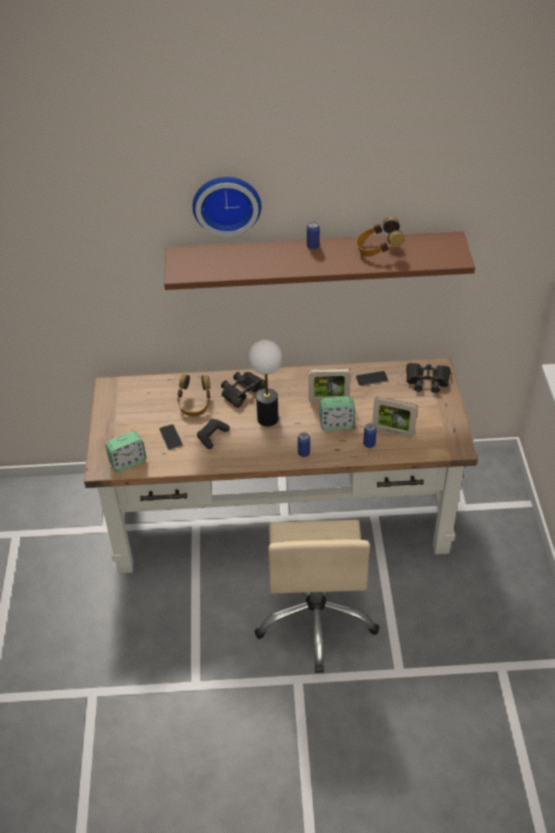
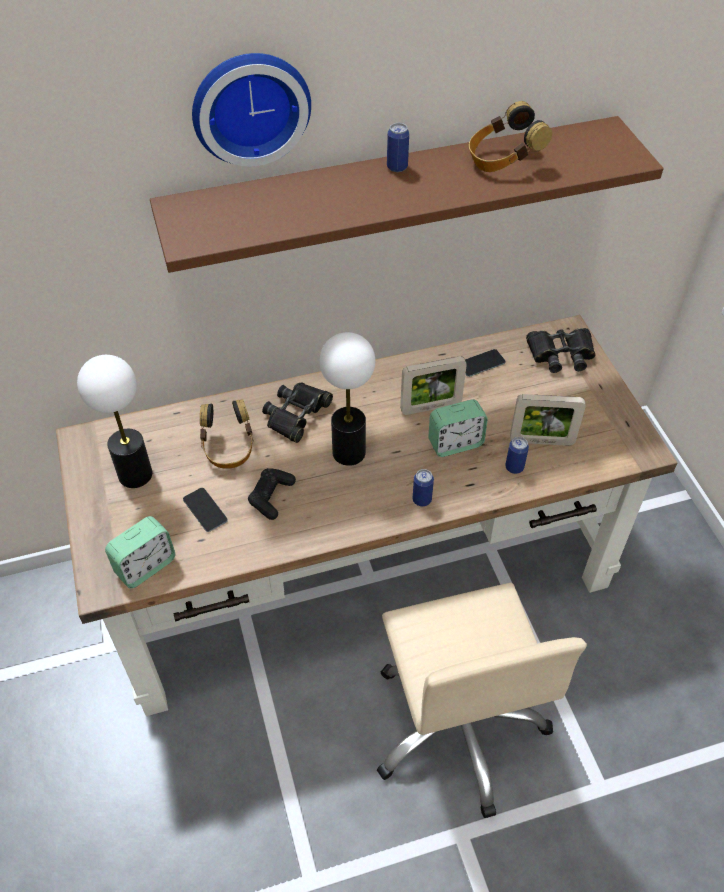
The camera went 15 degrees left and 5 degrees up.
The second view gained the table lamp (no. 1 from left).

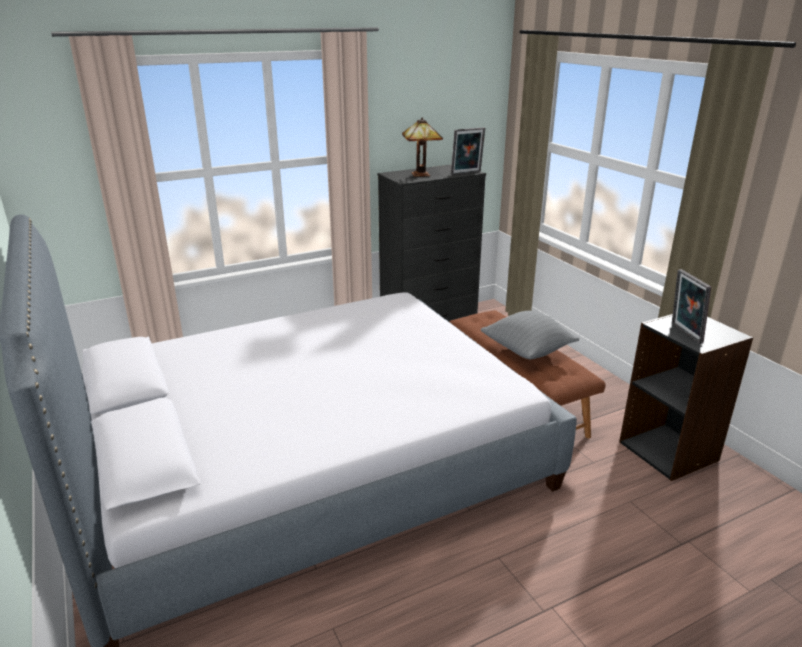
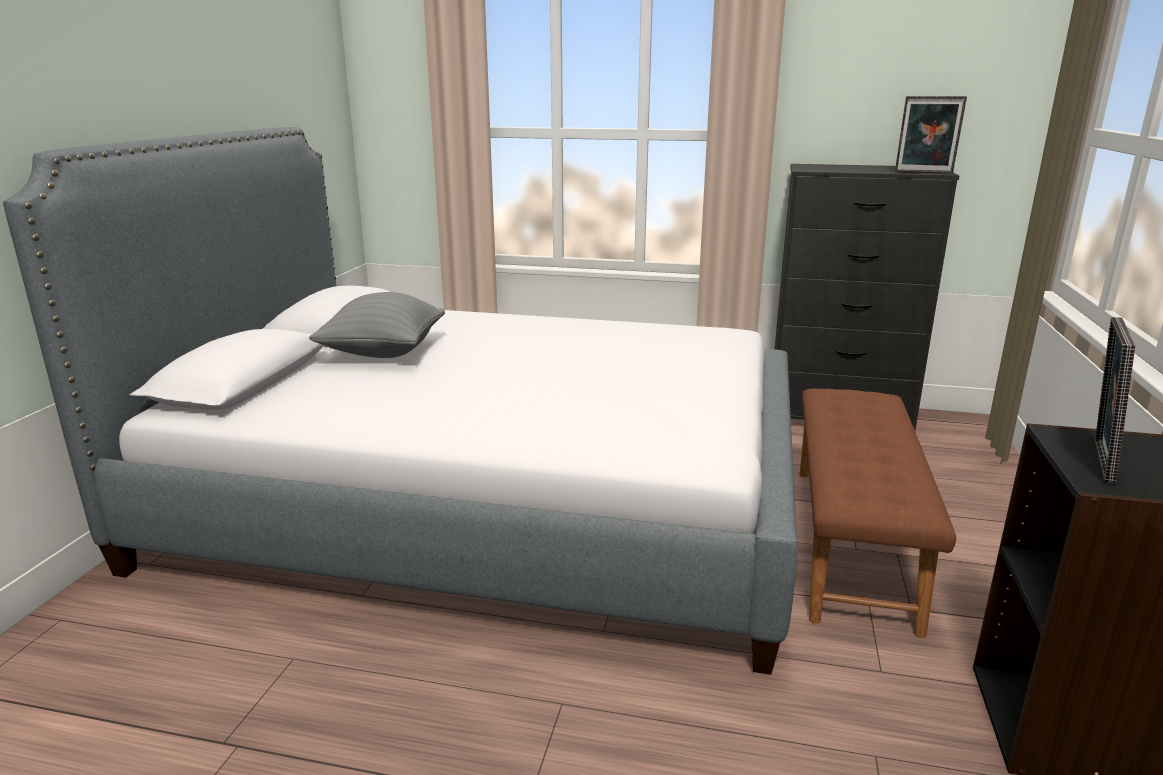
The camera went 40 degrees right and 5 degrees down.
The grey pillow ended up elsewhere.
The second view lost the table lamp.

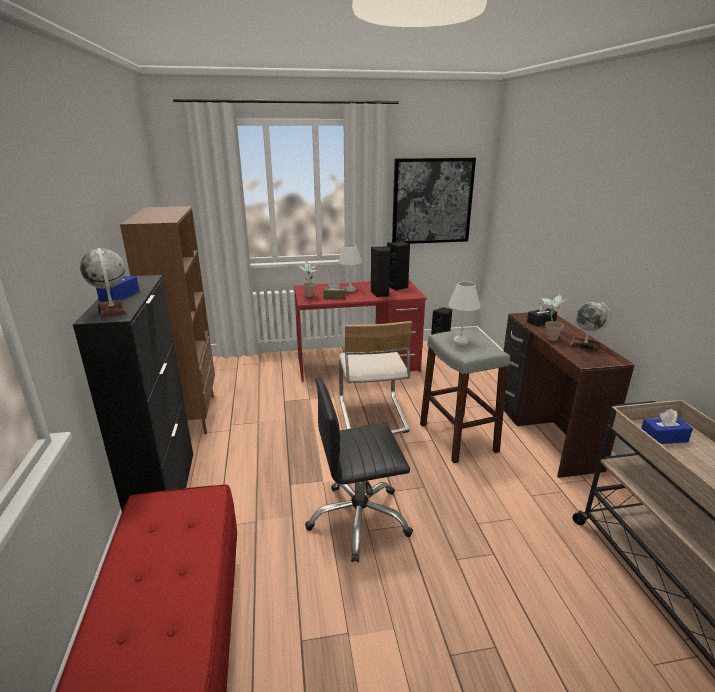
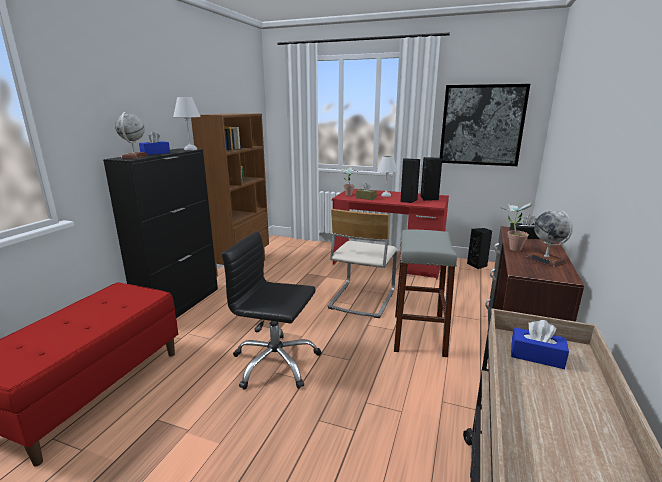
The camera went 30 degrees right and 5 degrees down.
The white table lamp (no. 2 from left in the first image) ended up elsewhere.

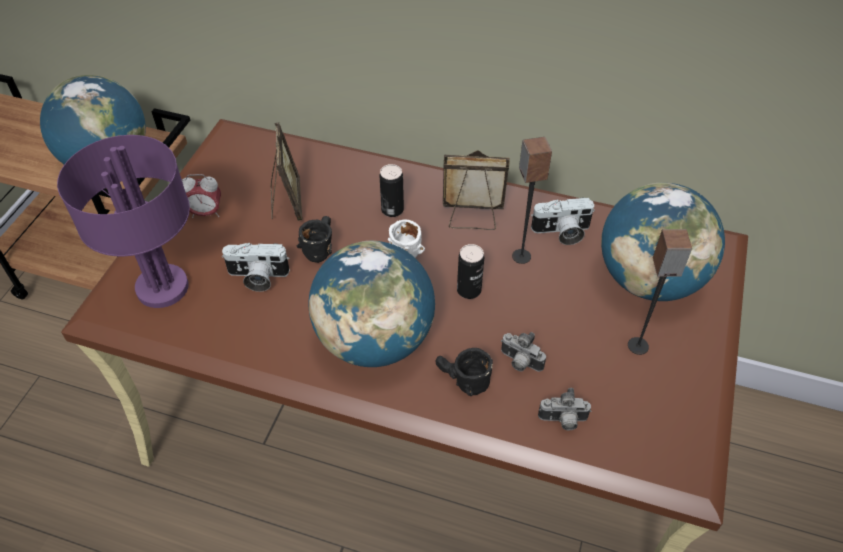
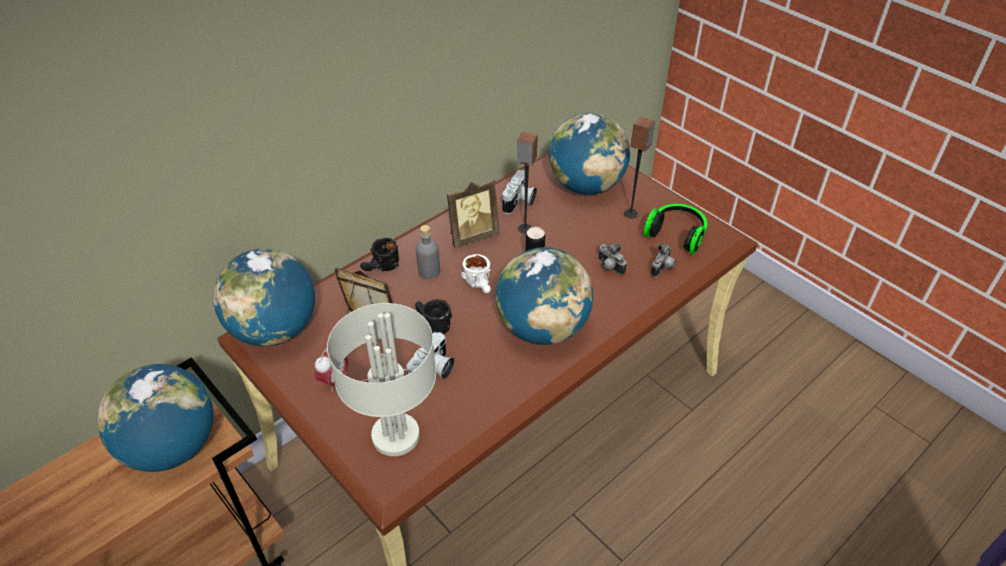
The camera went 60 degrees left and 5 degrees down.
The second view gained the globe (no. 2 from left).
What was the purple table lamp turned into the grey table lamp.
The black mug (no. 2 from left in the first image) ended up elsewhere.
Where the can (no. 1 from left) stood, the grey bottle came to stand.
The picture frame (no. 2 from left) ended up facing another way, 150 degrees counterclockwise from before.
The photo camera (no. 2 from left in the first image) ended up facing another way, 75 degrees clockwise from before.
The second view gained the headphones.

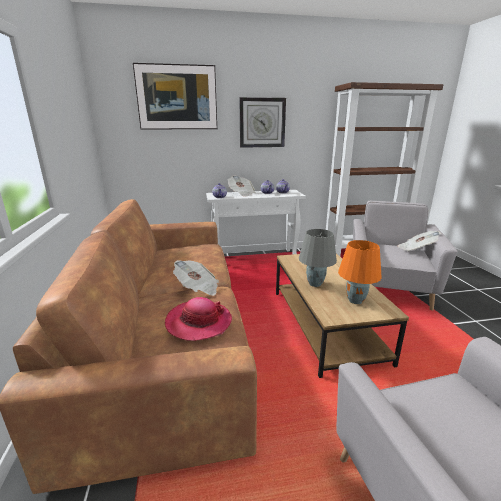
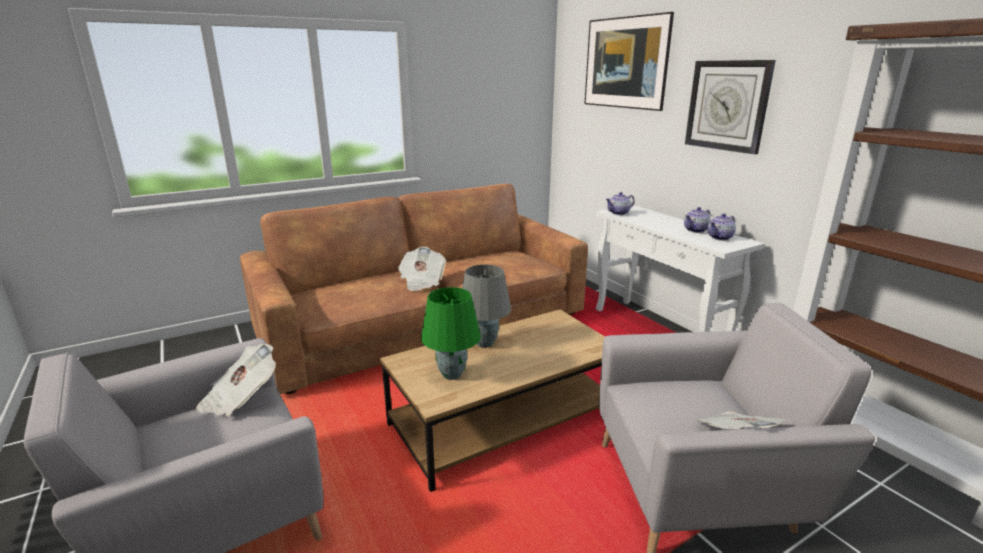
The camera went 70 degrees right and 0 degrees up.
The newspaper (no. 2 from left in the first image) ended up elsewhere.
What was the orange table lamp turned into the green table lamp.
The second view lost the hat.

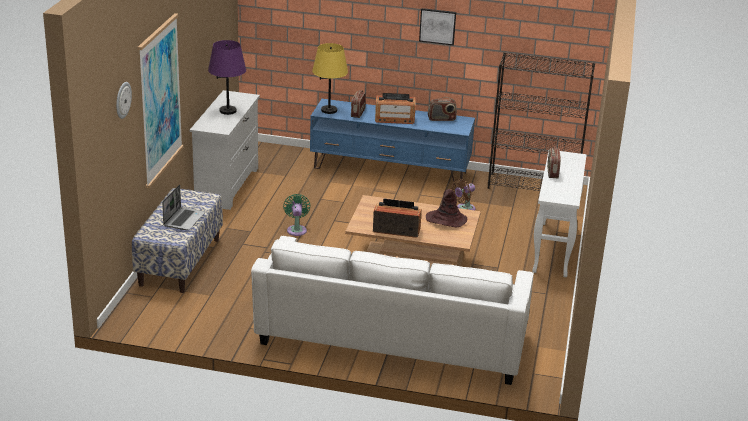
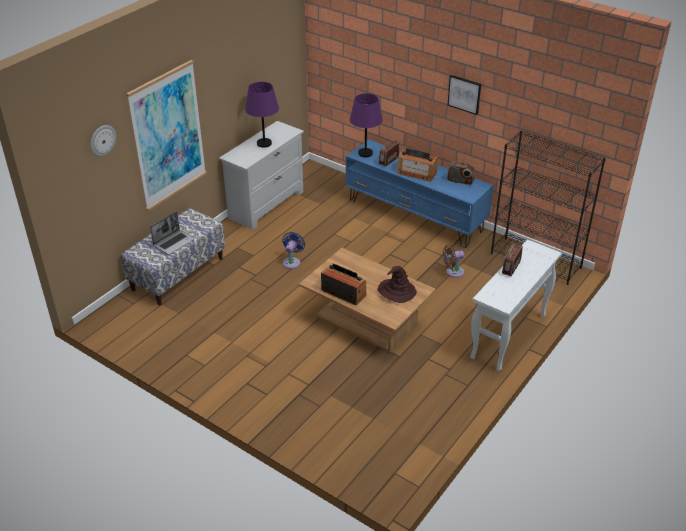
The camera went 25 degrees right and 10 degrees up.
What was the green fan turned into the blue fan.
What was the yellow table lamp turned into the purple table lamp (no. 2 from left).
The second view lost the white sofa.

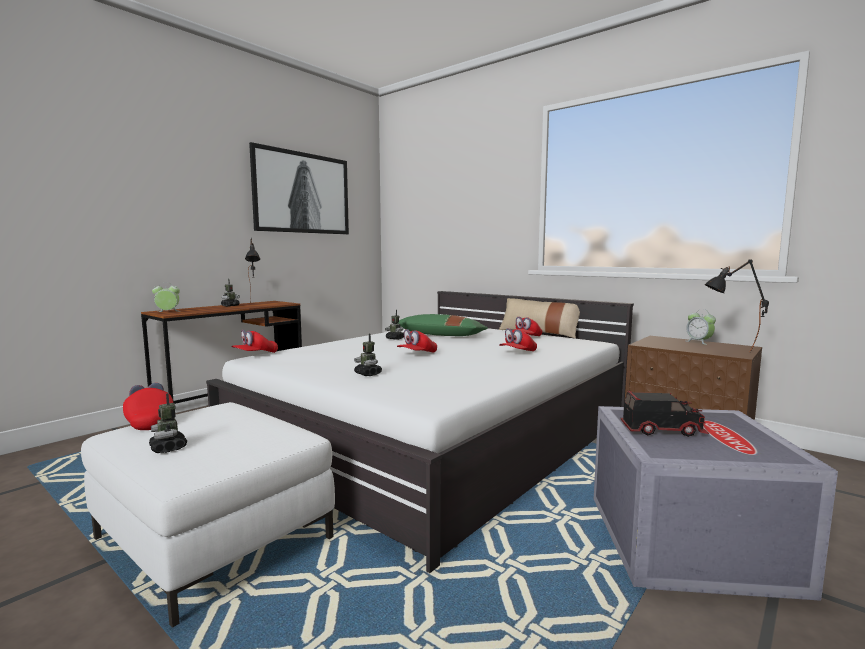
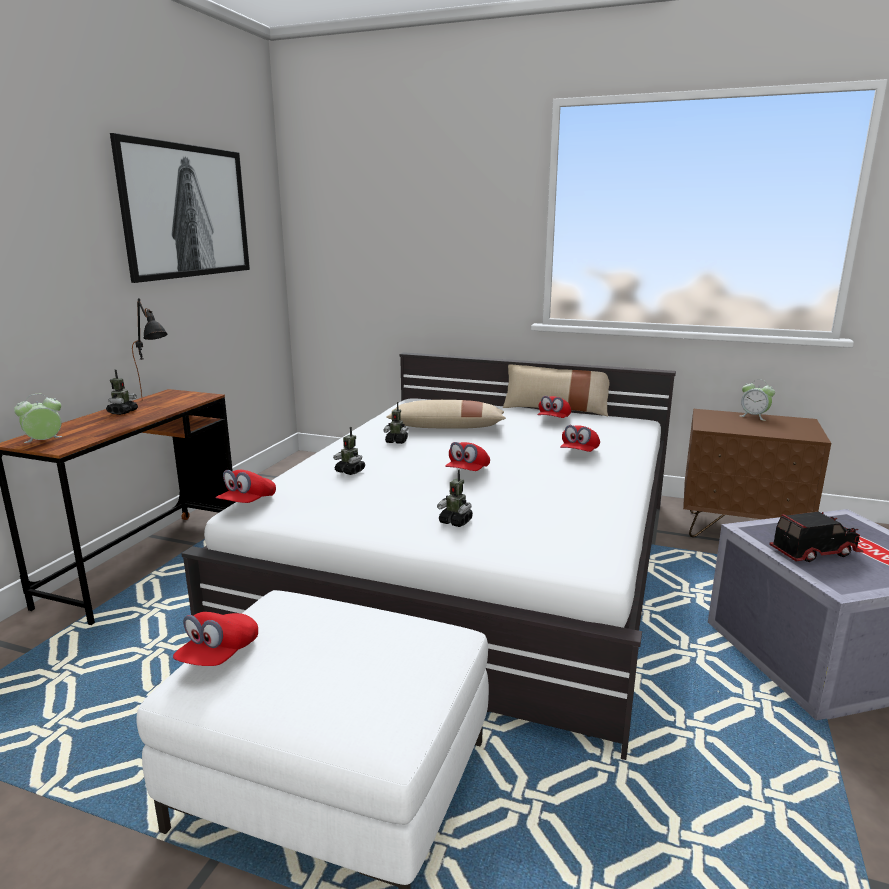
The camera went 20 degrees left and 10 degrees up.
The red cap (no. 1 from left) ended up facing another way, 105 degrees counterclockwise from before.
The toy robot (no. 1 from left in the first image) ended up elsewhere.
What was the green pillow turned into the beige pillow (no. 1 from left).
The second view lost the black table lamp (no. 2 from left).

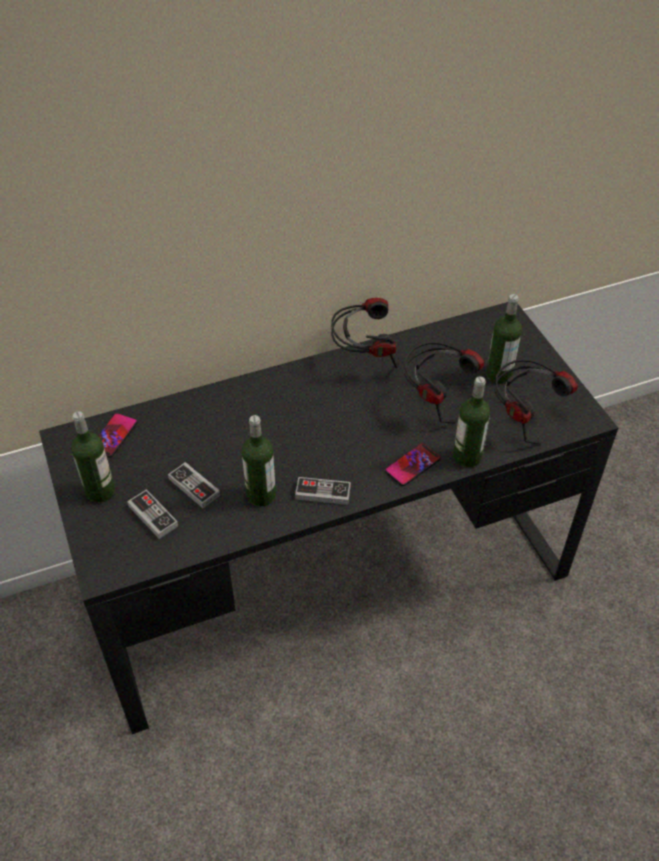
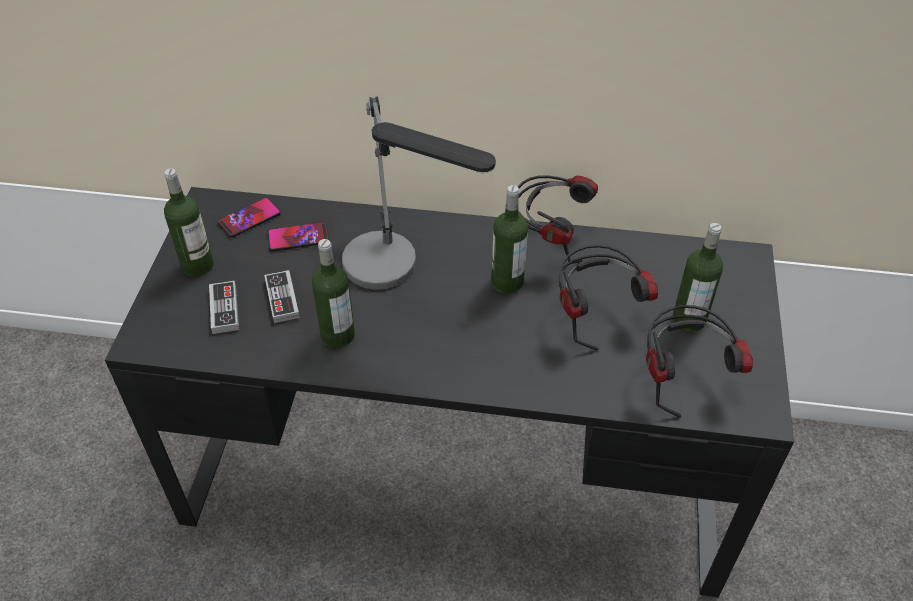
The camera went 30 degrees right and 0 degrees up.
The phone (no. 2 from left) ended up elsewhere.
The second view gained the table lamp.
The bottle (no. 3 from left) ended up elsewhere.
The second view lost the game controller (no. 3 from left).

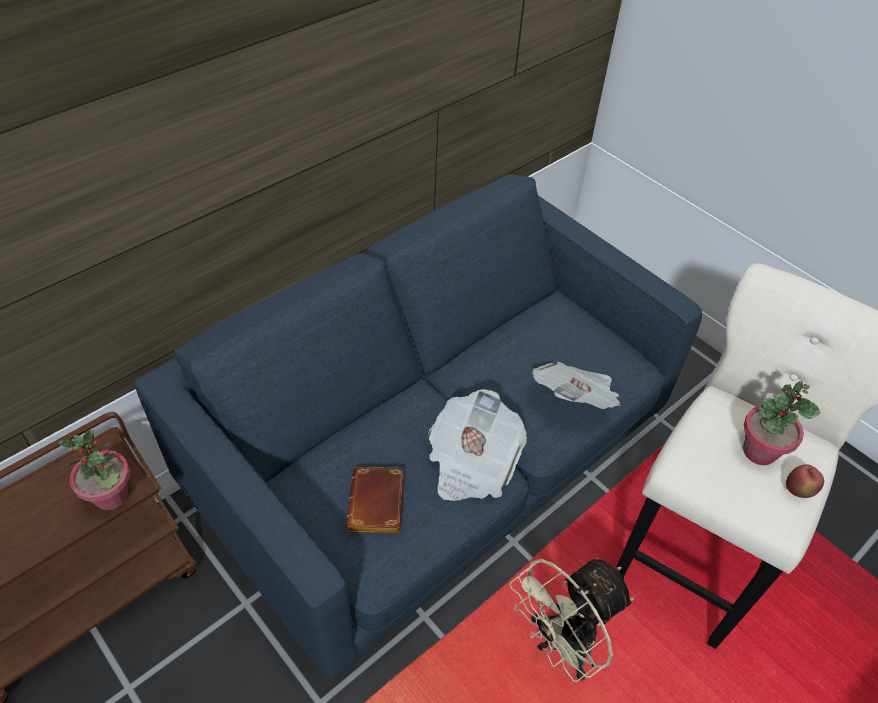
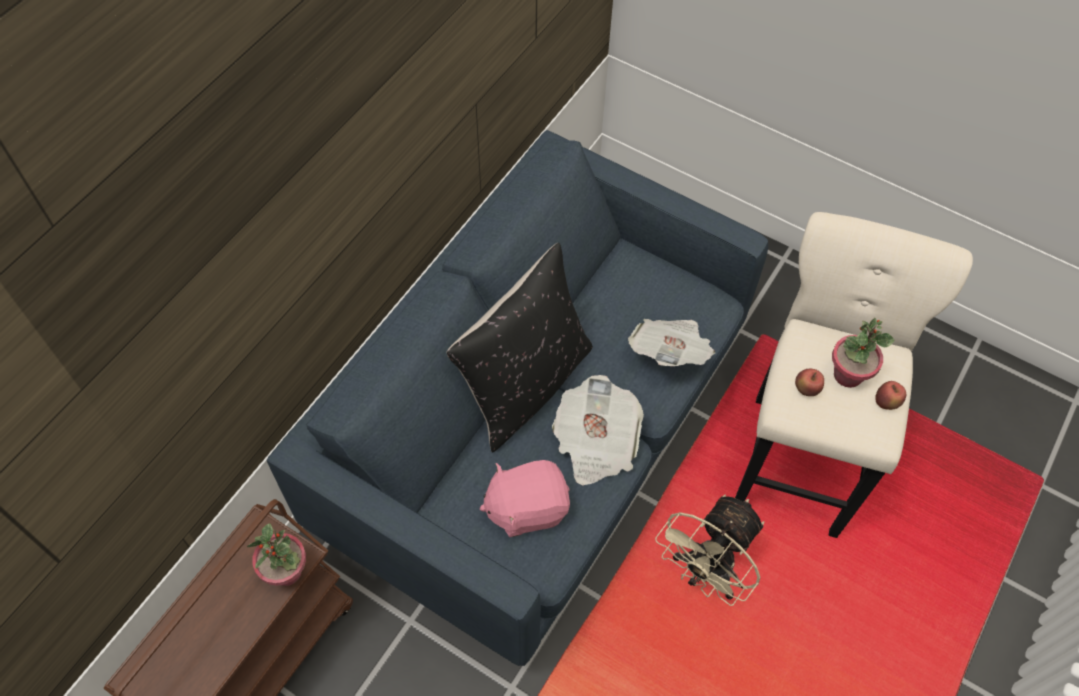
The camera went 15 degrees left and 10 degrees up.
The second view gained the black pillow.
Where the brown book stood, the pink plush toy came to stand.
The second view gained the apple (no. 1 from left).

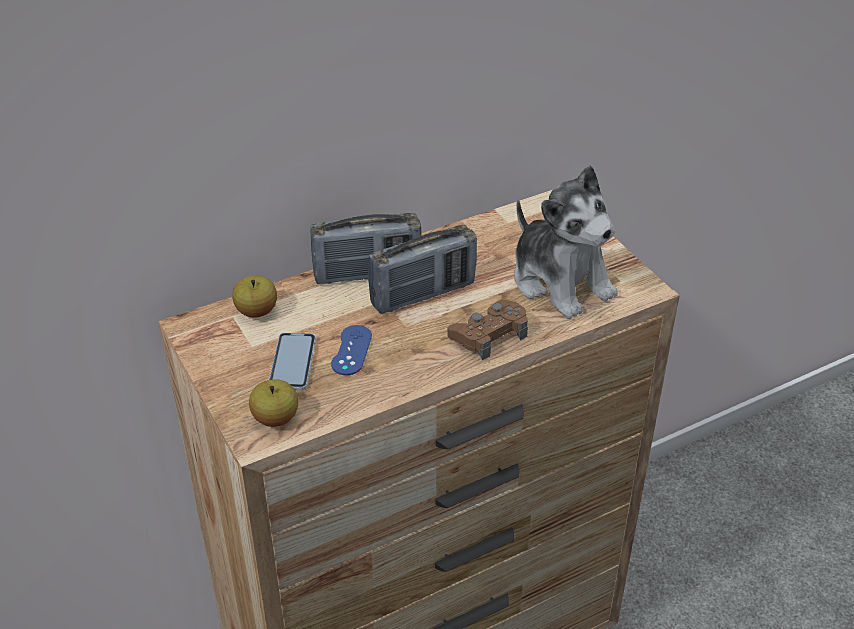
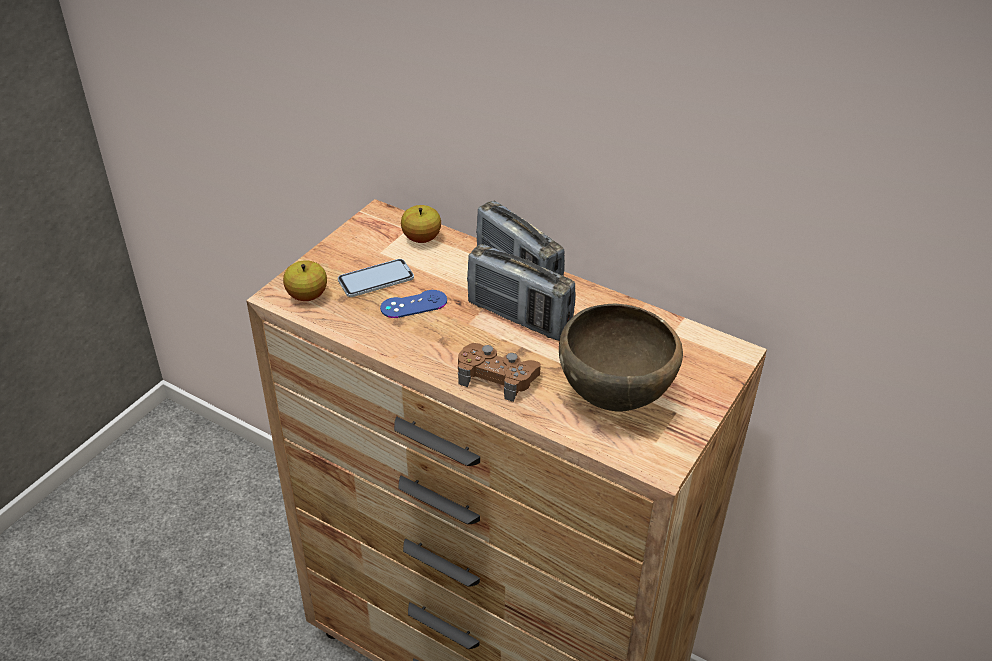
The camera went 60 degrees right and 0 degrees up.
Where the plush toy stood, the brown bowl came to stand.

